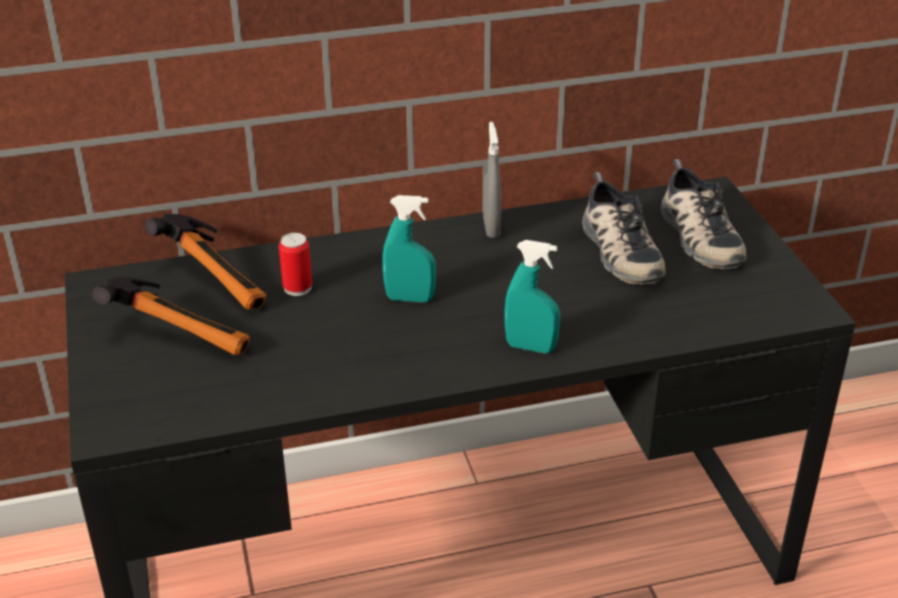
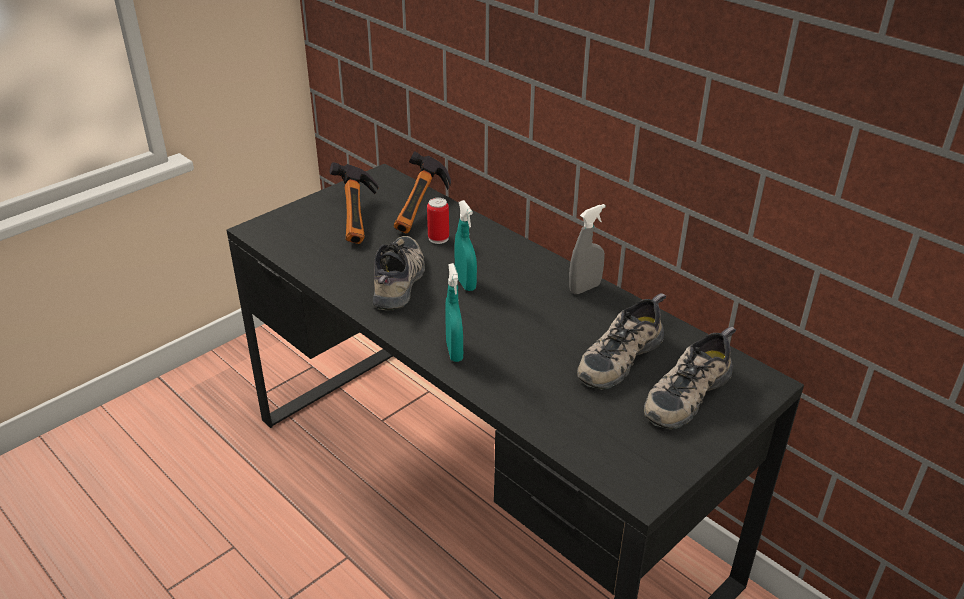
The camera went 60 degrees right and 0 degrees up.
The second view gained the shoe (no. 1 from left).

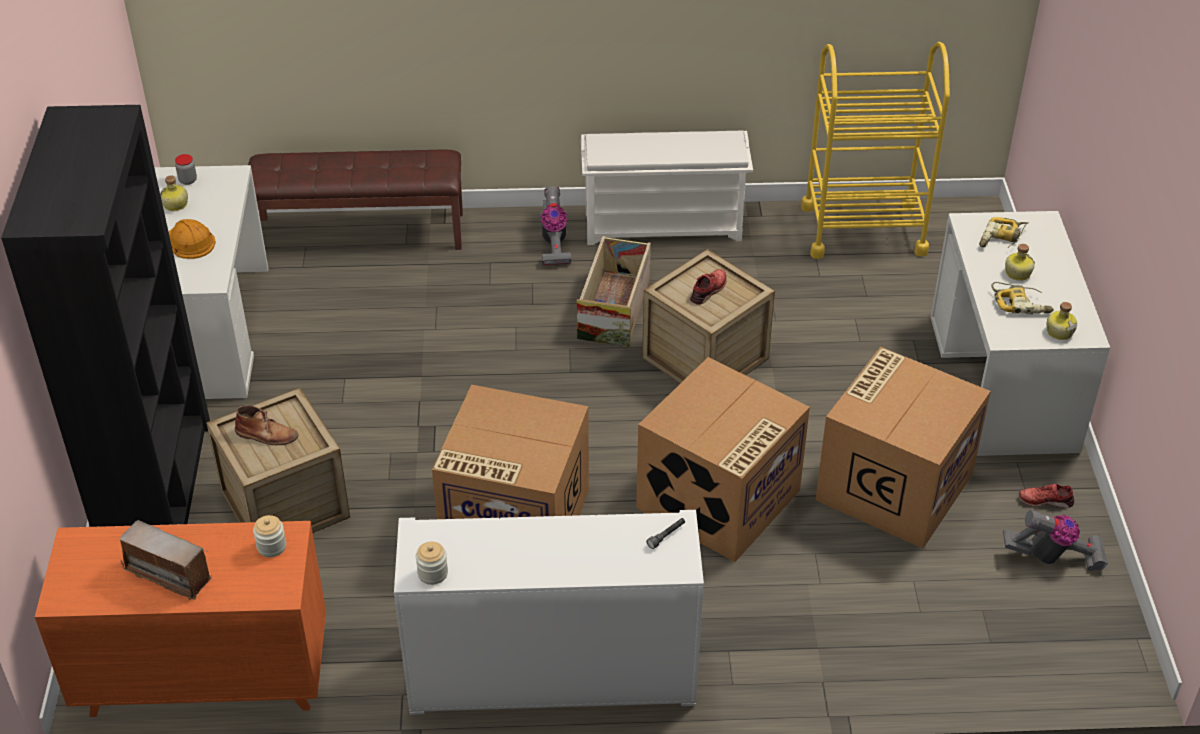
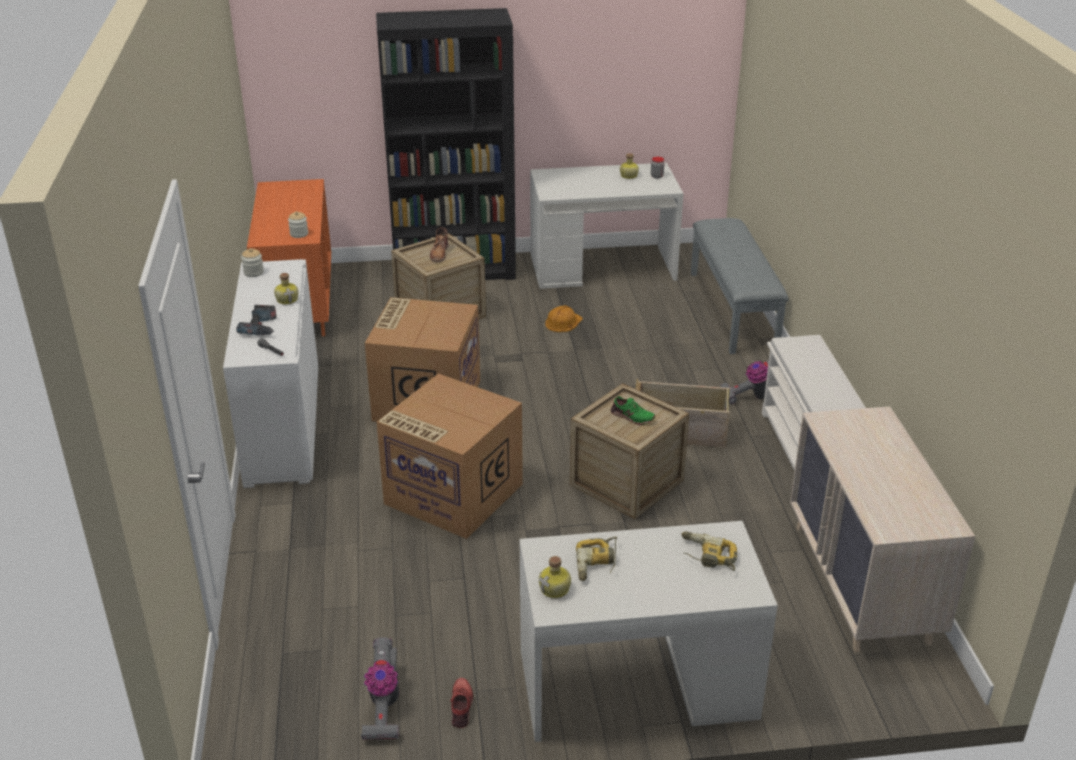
The camera went 85 degrees right and 10 degrees down.
The second view gained the power drill (no. 1 from left).
The bottle (no. 2 from left in the first image) ended up elsewhere.
The orange hard hat ended up elsewhere.
What was the red shoe (no. 1 from left) turned into the green shoe.
What was the brown bench turned into the grey bench.
Where the yellow cart stood, the beige dresser came to stand.
The second view lost the radio.
The second view lost the cardboard box (no. 3 from left).

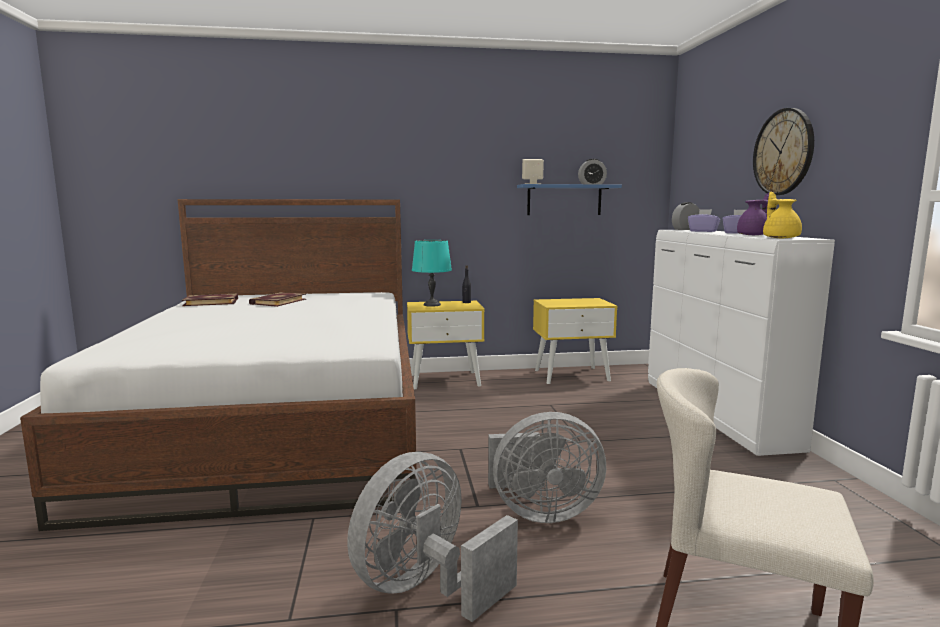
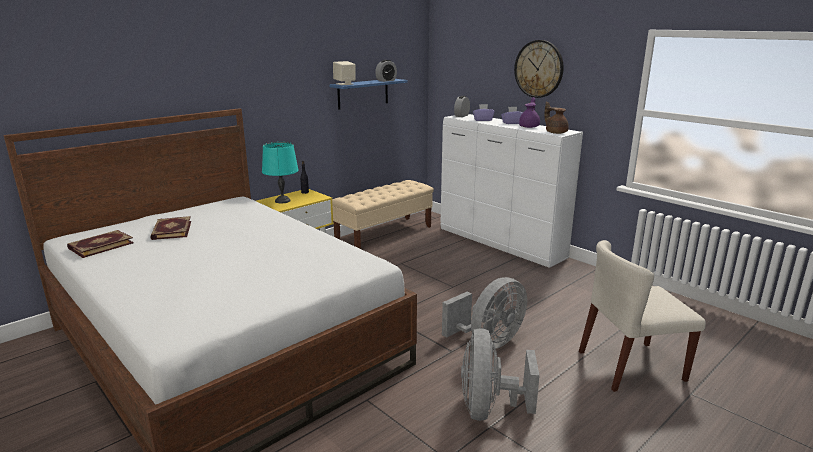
The camera went 35 degrees left and 10 degrees up.
Where the yellow nightstand (no. 2 from left) stood, the beige bench came to stand.
What was the yellow teapot turned into the brown teapot.

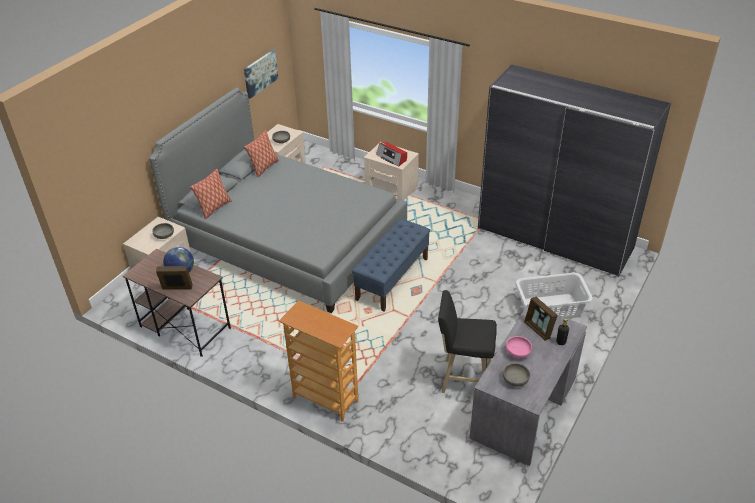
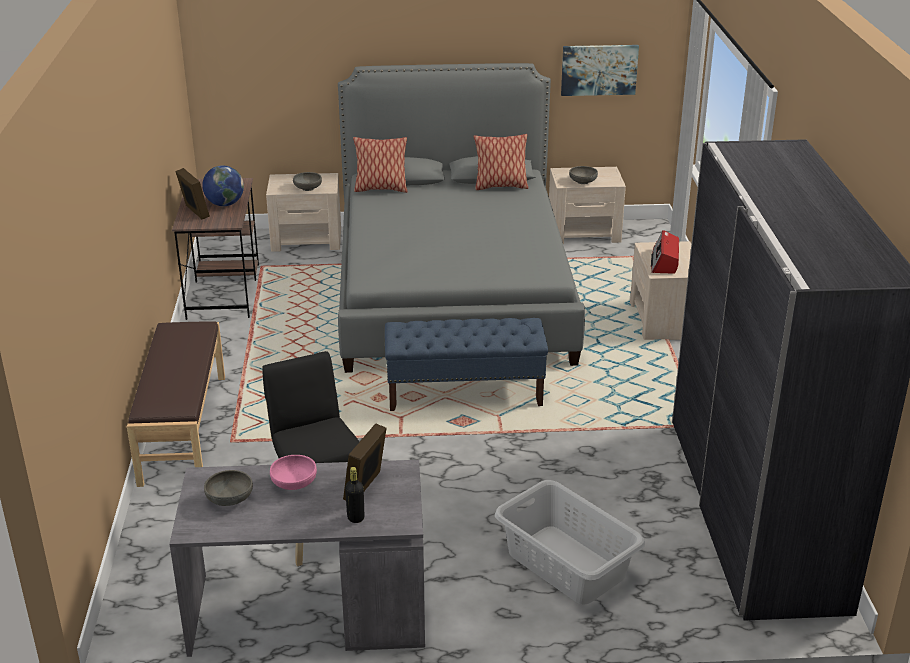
The camera went 55 degrees right and 10 degrees down.
Where the bookcase stood, the brown bench came to stand.

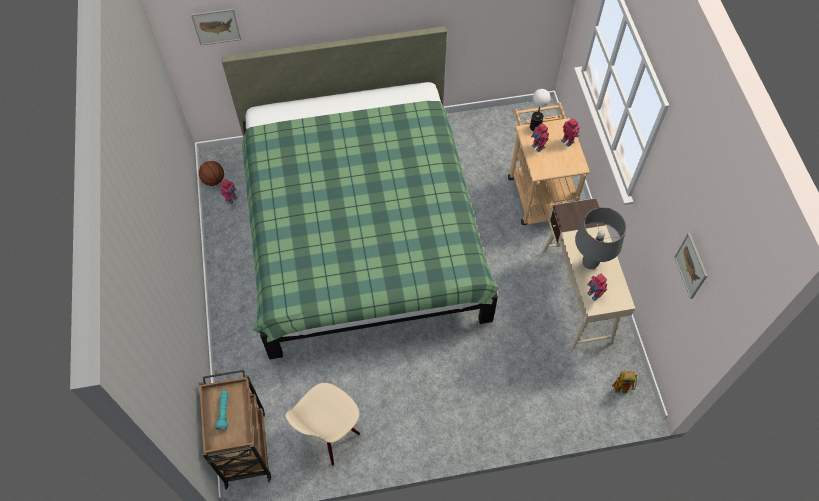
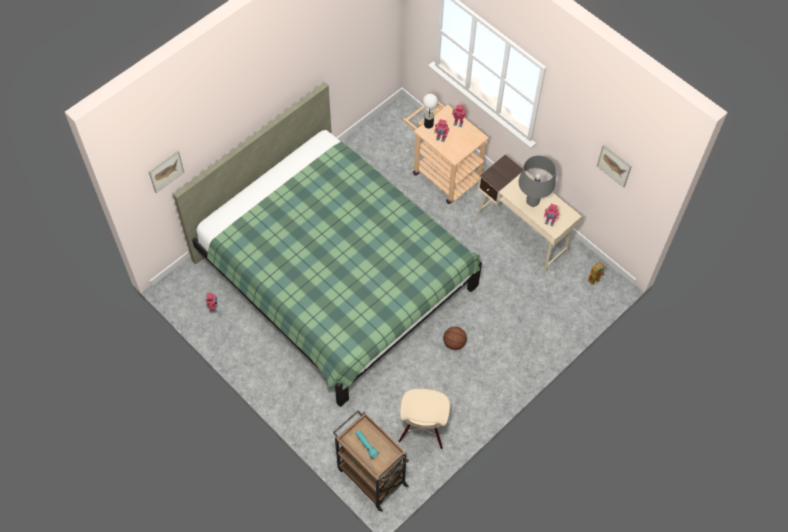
The camera went 35 degrees left and 0 degrees up.
The basketball ended up elsewhere.

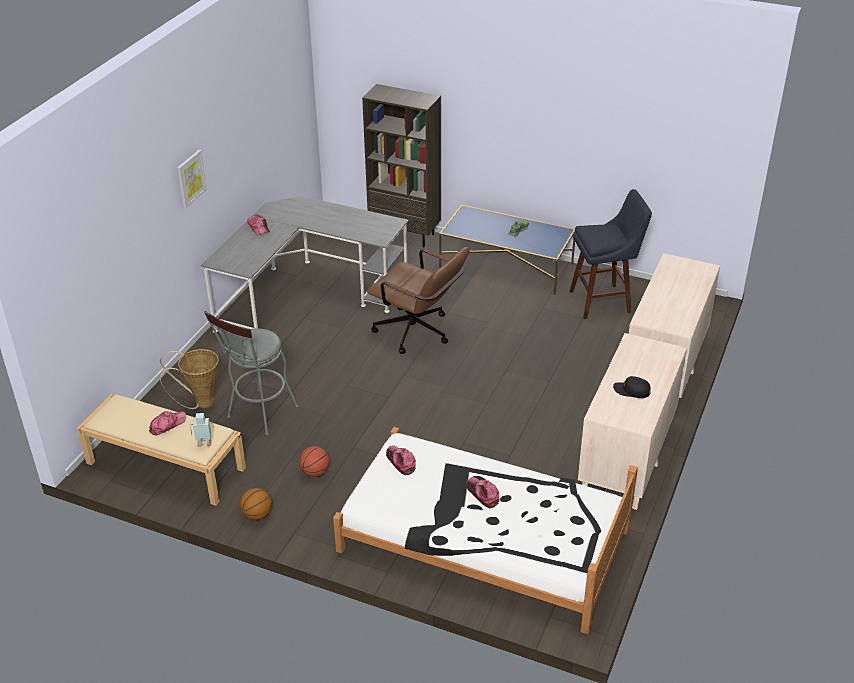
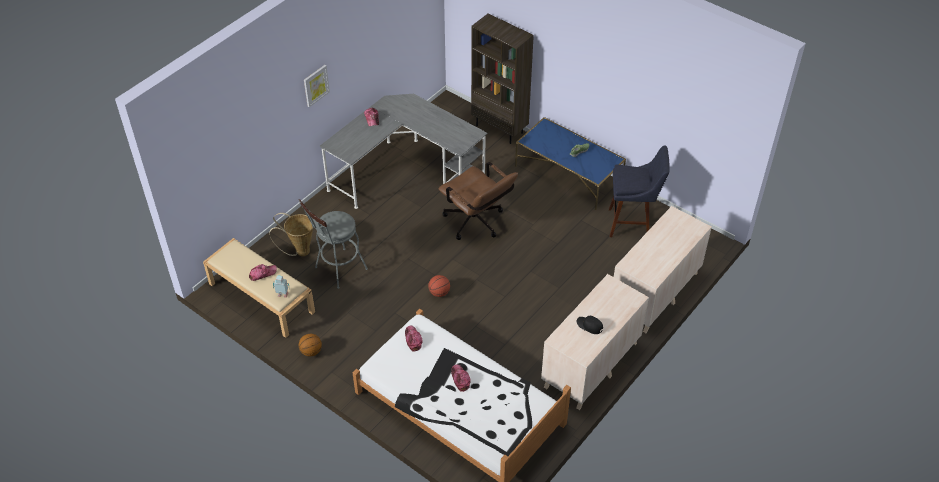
The camera went 15 degrees right and 10 degrees up.
The basketball (no. 2 from left) ended up elsewhere.

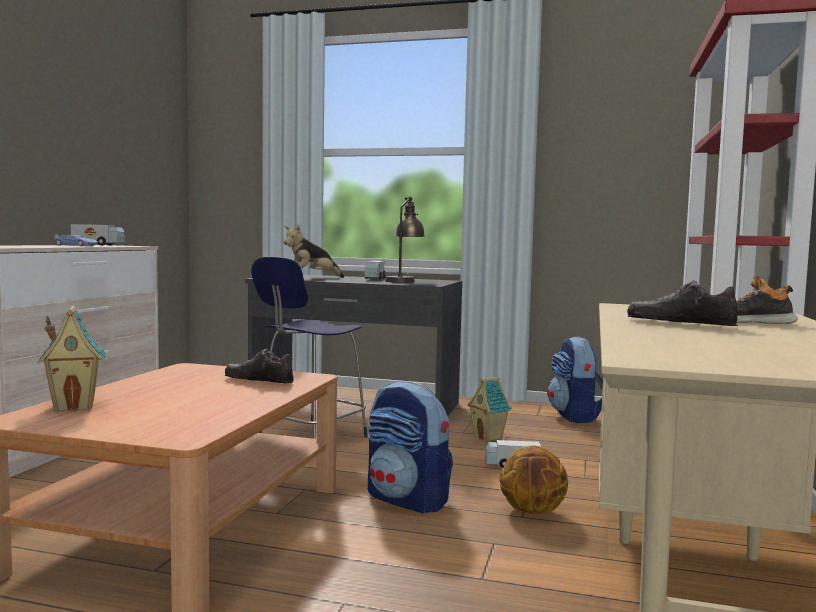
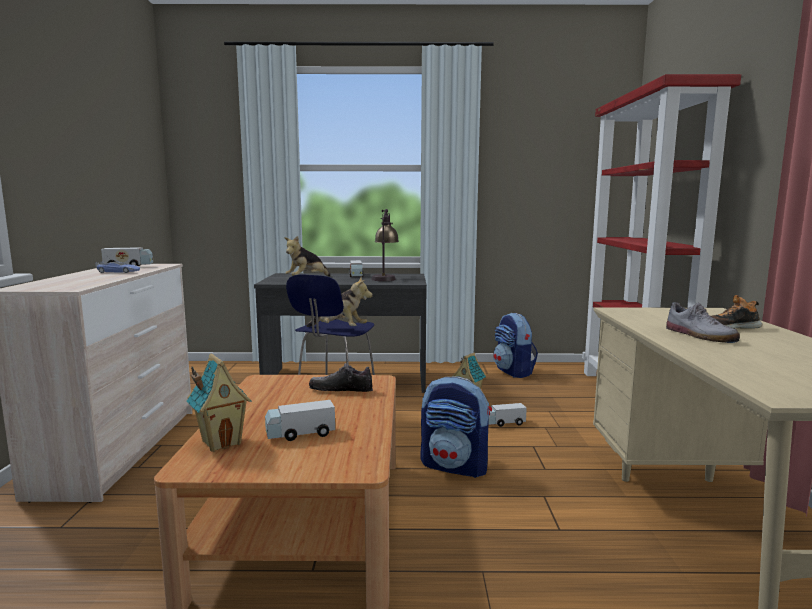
The camera went 15 degrees left and 5 degrees up.
The second view gained the toy truck (no. 2 from left).
The second view gained the plush toy (no. 2 from left).
The shoe (no. 2 from left) ended up facing another way, 135 degrees counterclockwise from before.
The second view lost the basketball.

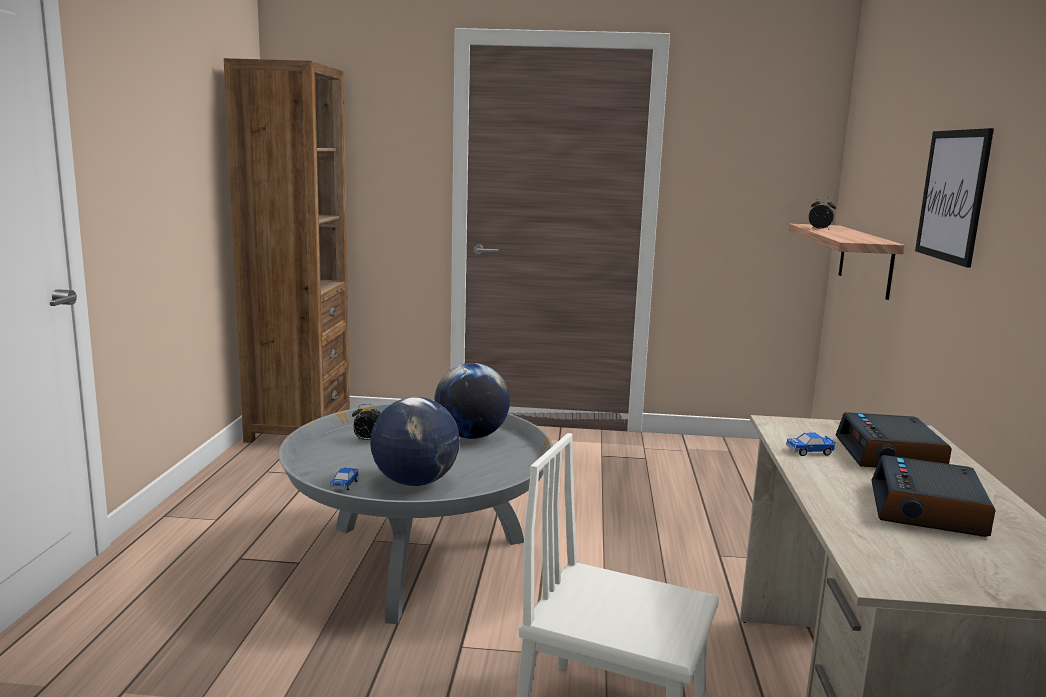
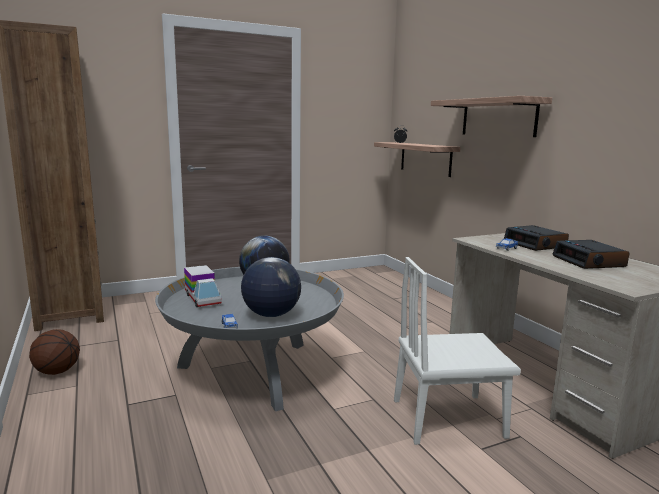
The camera went 30 degrees left and 0 degrees up.
The second view gained the basketball.
Where the alarm clock (no. 1 from left) stood, the toy truck came to stand.
Where the picture hung, the shelf (no. 2 from left) came to hang.

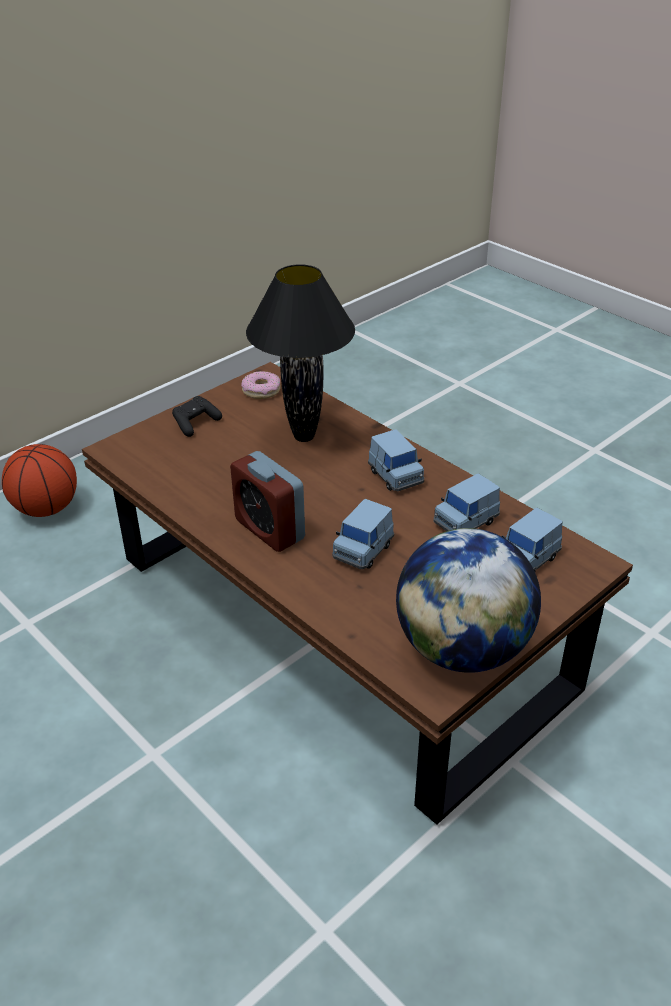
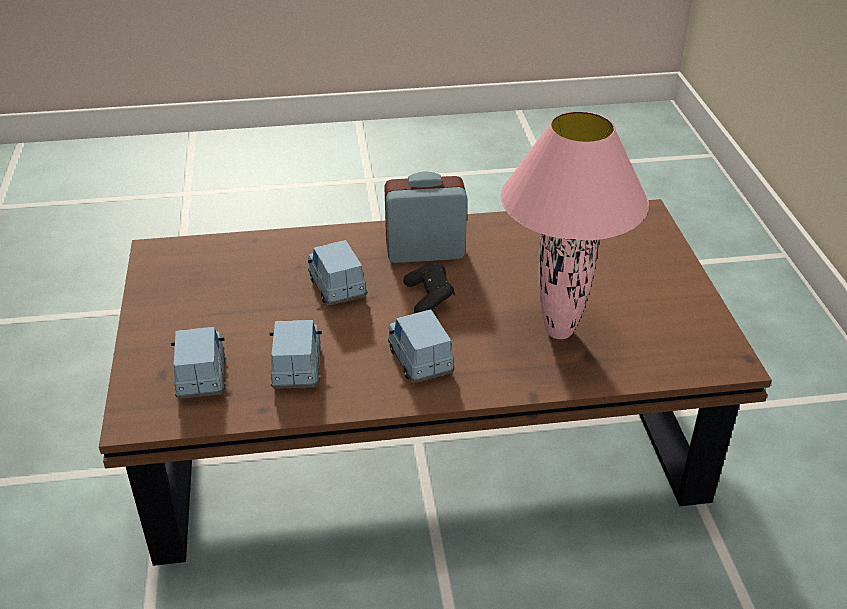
The camera went 125 degrees right and 0 degrees up.
The blue toy car (no. 2 from left in the first image) ended up facing another way, 60 degrees clockwise from before.
The black game controller ended up elsewhere.
What was the black table lamp turned into the pink table lamp.
The second view lost the basketball.
The second view lost the donut.
The second view lost the globe.

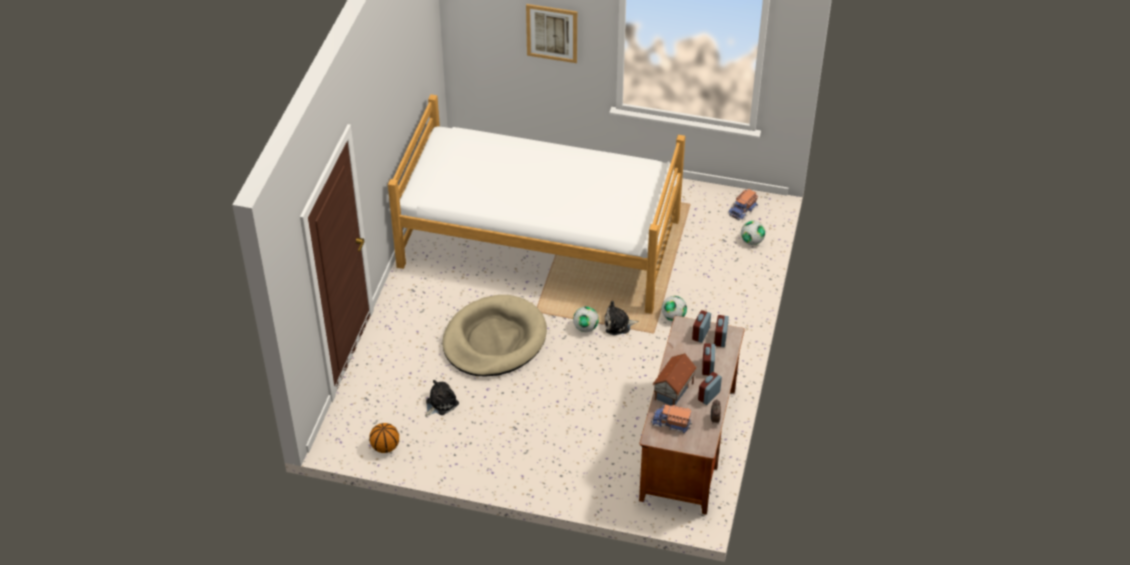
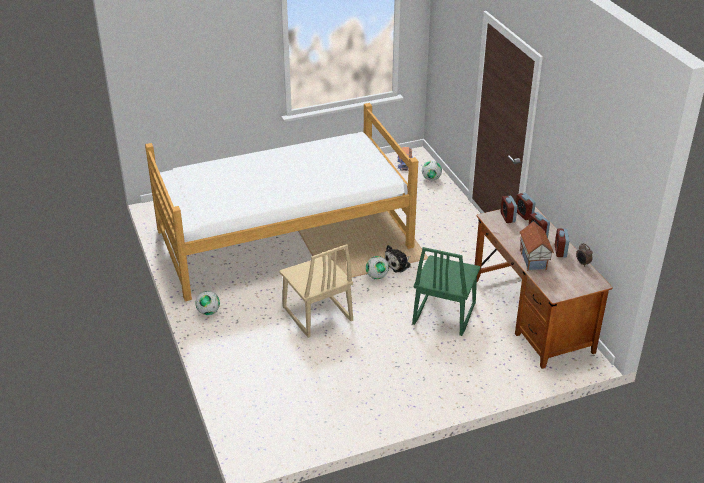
The camera went 35 degrees left and 10 degrees down.
The football (no. 2 from left in the first image) ended up elsewhere.
Where the beige dog bed stood, the beige chair came to stand.
The second view gained the green chair.
The second view lost the basketball.
The second view lost the plush toy (no. 1 from left).
The second view lost the picture.
The second view lost the toy truck (no. 1 from left).

